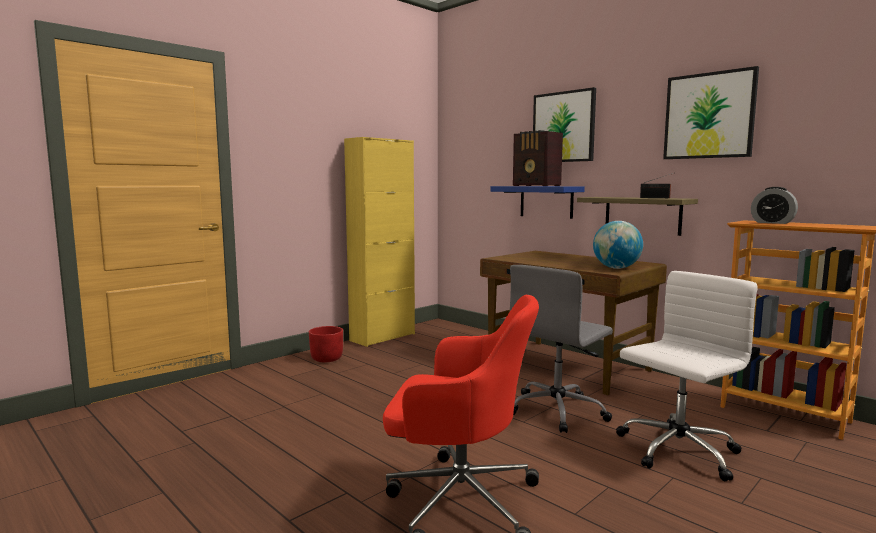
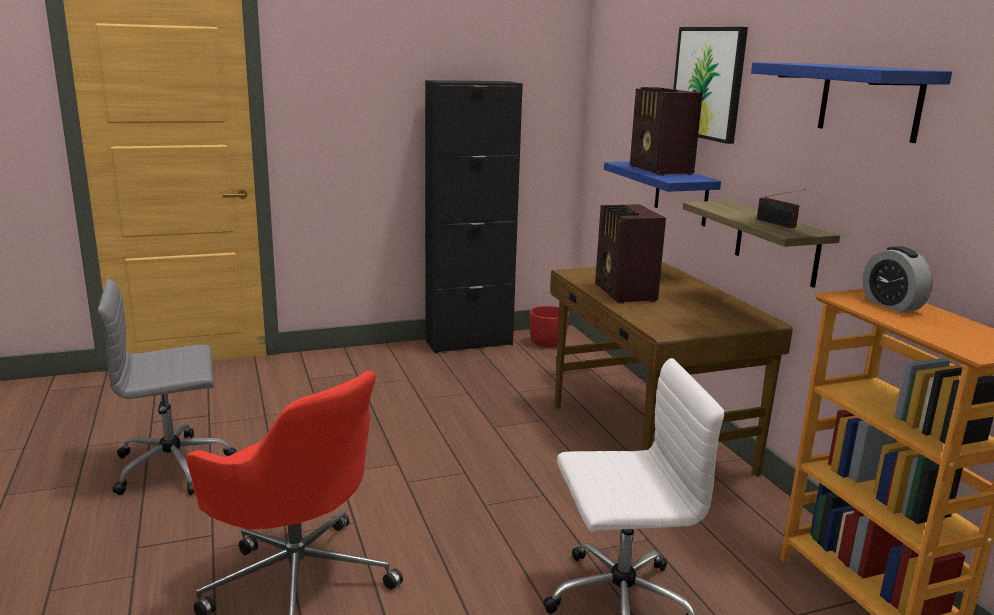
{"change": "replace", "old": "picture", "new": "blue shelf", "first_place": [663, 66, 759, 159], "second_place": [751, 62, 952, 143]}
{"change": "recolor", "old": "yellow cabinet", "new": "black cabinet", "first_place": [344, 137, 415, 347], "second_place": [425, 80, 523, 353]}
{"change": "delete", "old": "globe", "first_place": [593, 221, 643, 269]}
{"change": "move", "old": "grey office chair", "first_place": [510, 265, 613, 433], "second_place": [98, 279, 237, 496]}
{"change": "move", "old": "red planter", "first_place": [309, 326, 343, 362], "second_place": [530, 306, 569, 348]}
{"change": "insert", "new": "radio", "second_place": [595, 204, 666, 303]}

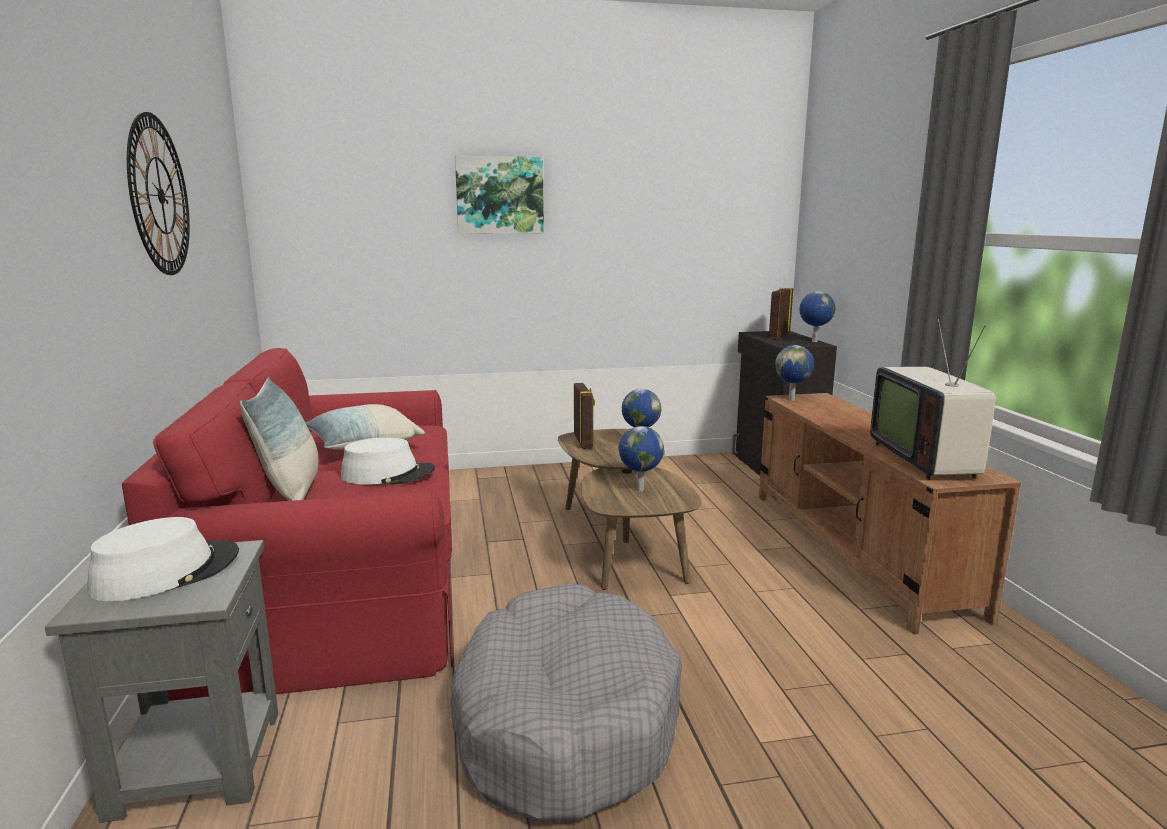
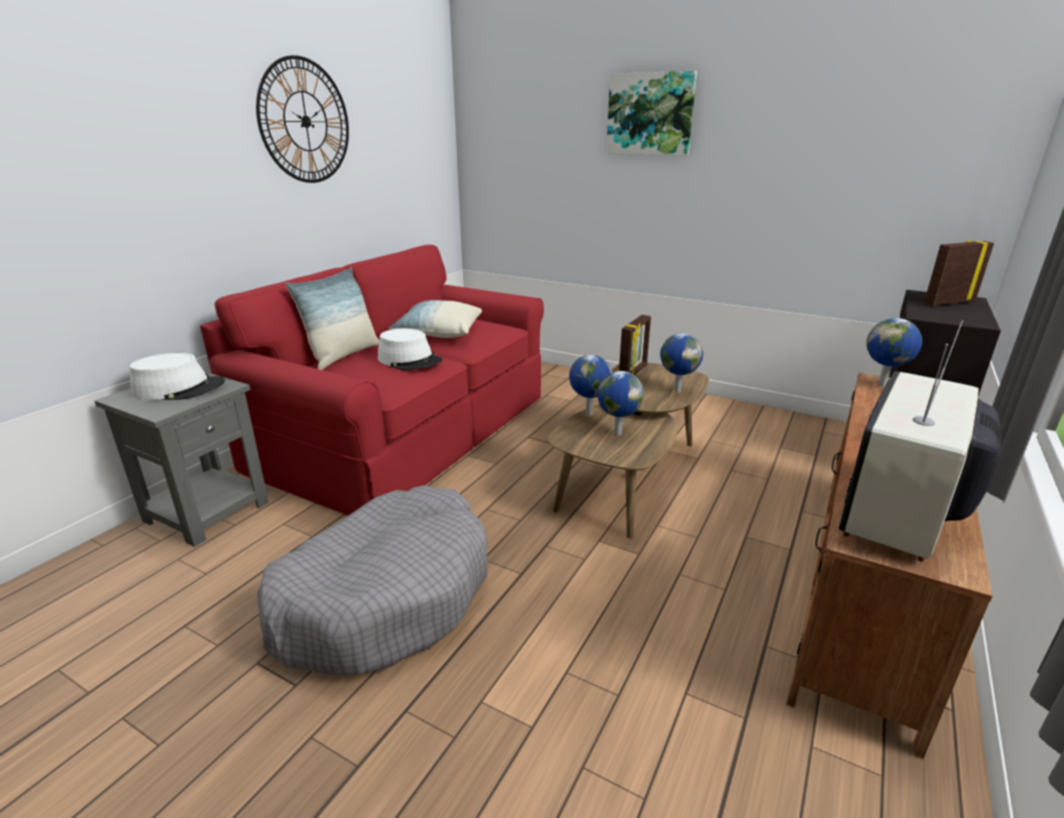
{"change": "move", "old": "globe", "first_place": [799, 291, 835, 342], "second_place": [569, 355, 612, 416]}

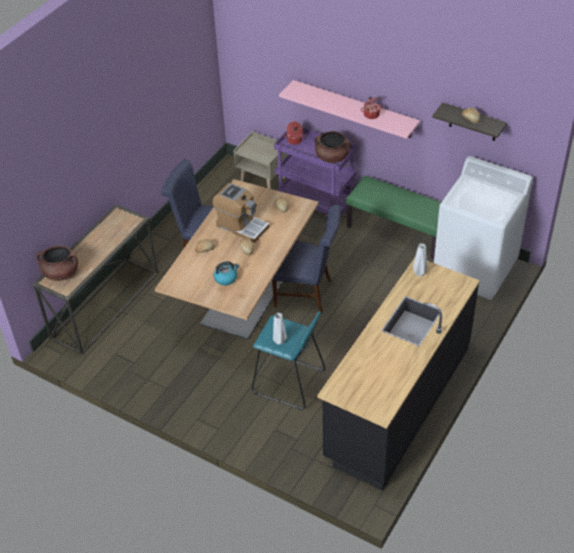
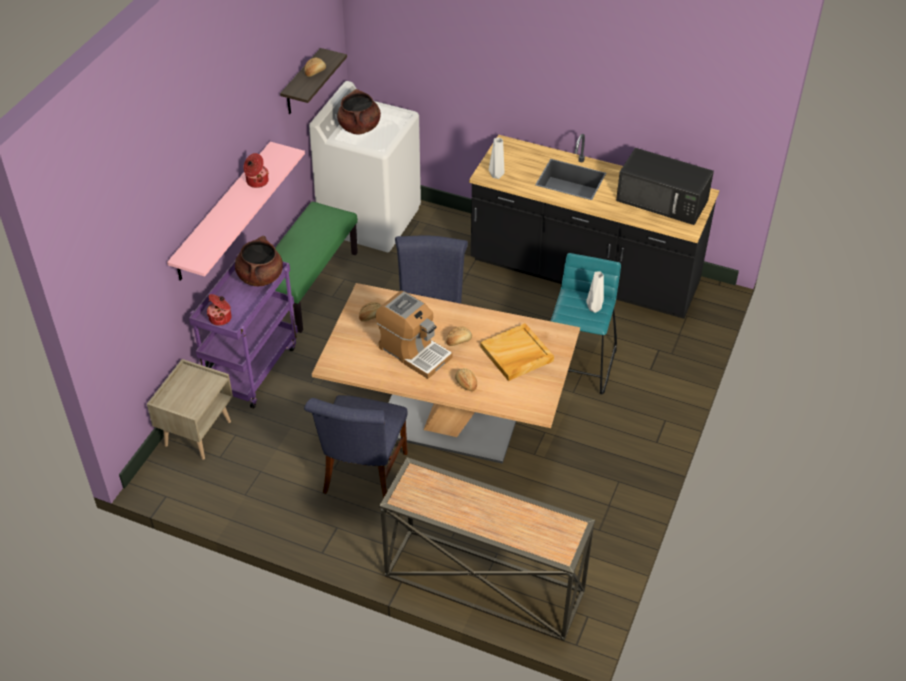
{"change": "rotate", "old": "coffee machine", "first_place": [213, 183, 270, 243], "second_place": [375, 291, 453, 379], "degrees": 105}
{"change": "move", "old": "brown cooking pot", "first_place": [36, 245, 78, 281], "second_place": [337, 89, 381, 134]}
{"change": "replace", "old": "kettle", "new": "beige tray", "first_place": [214, 261, 239, 285], "second_place": [480, 323, 554, 381]}
{"change": "insert", "new": "black microwave", "second_place": [616, 148, 714, 225]}

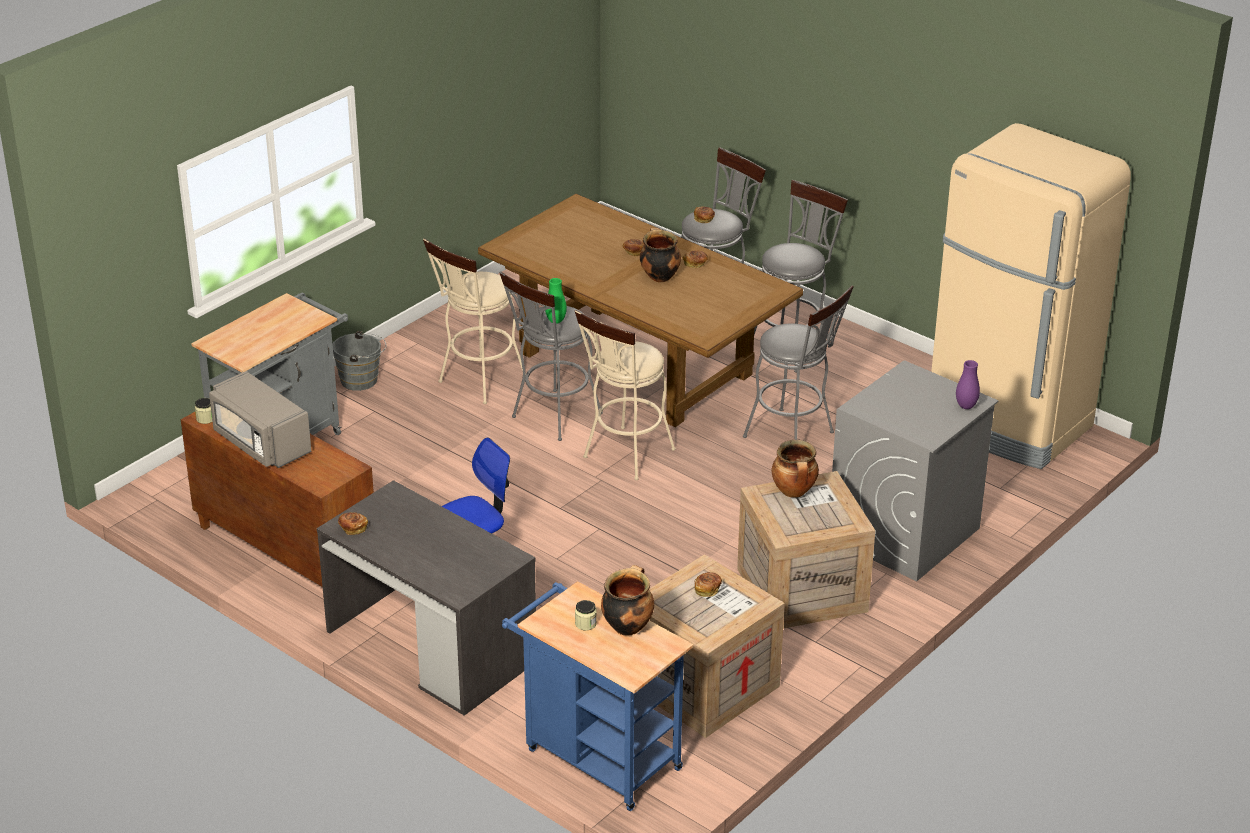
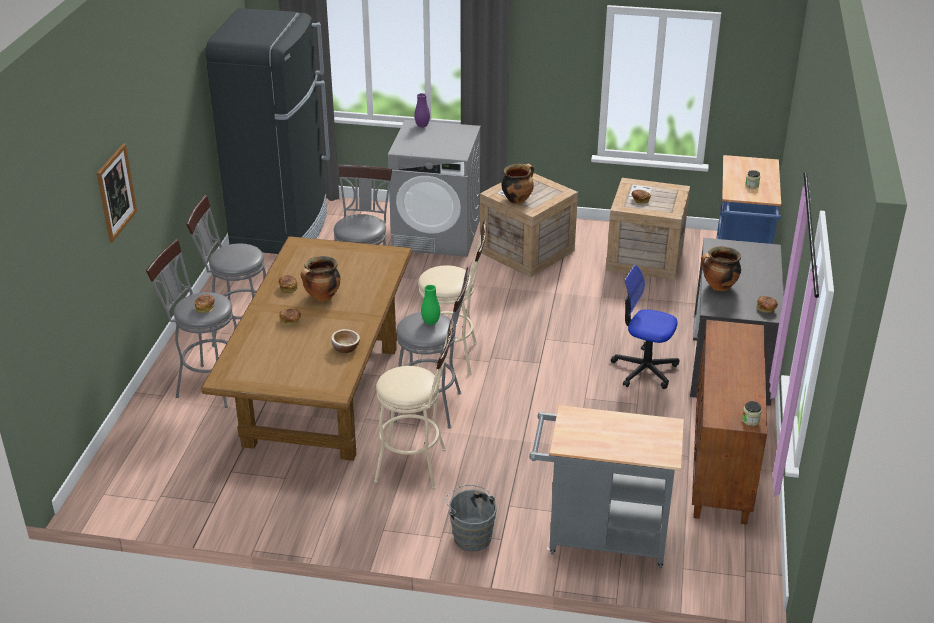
{"change": "recolor", "old": "beige fridge", "new": "black fridge", "first_place": [931, 123, 1131, 469], "second_place": [206, 8, 330, 254]}
{"change": "delete", "old": "grey microwave", "first_place": [209, 371, 312, 468]}
{"change": "move", "old": "cooking pot", "first_place": [601, 565, 654, 636], "second_place": [701, 246, 741, 291]}
{"change": "insert", "new": "picture", "second_place": [97, 143, 137, 243]}
{"change": "insert", "new": "bowl", "second_place": [331, 329, 360, 353]}

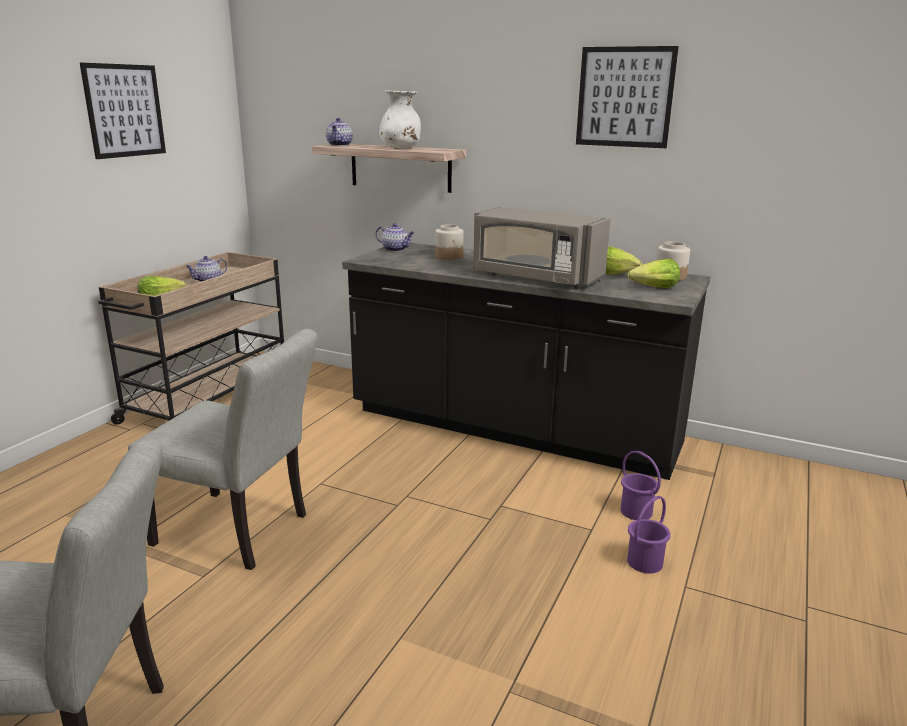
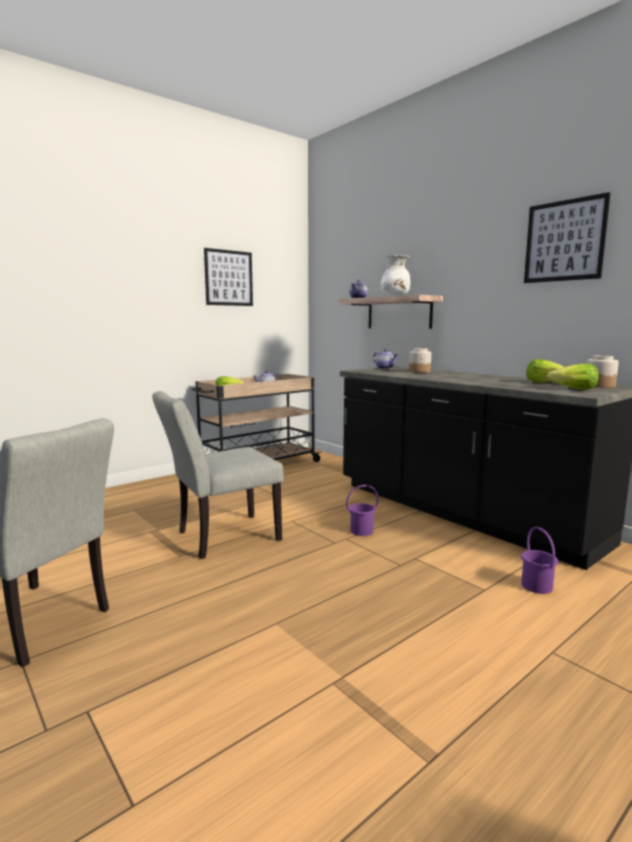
{"change": "delete", "old": "grey microwave", "first_place": [473, 207, 611, 288]}
{"change": "rotate", "old": "grey chair", "first_place": [128, 329, 317, 570], "second_place": [152, 391, 284, 559], "degrees": 105}
{"change": "move", "old": "purple bucket", "first_place": [627, 496, 671, 574], "second_place": [346, 485, 379, 536]}

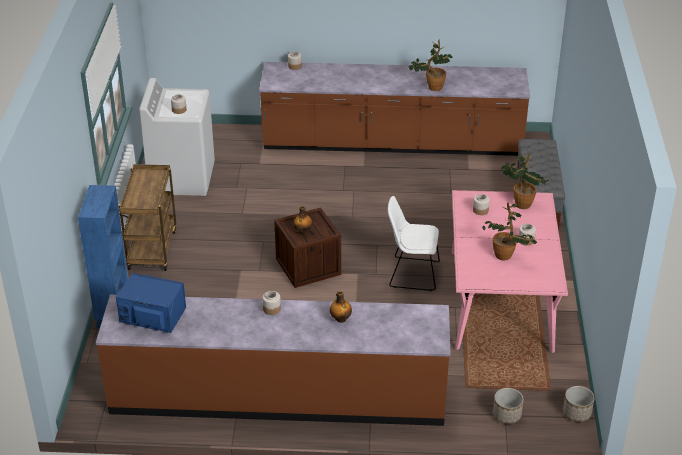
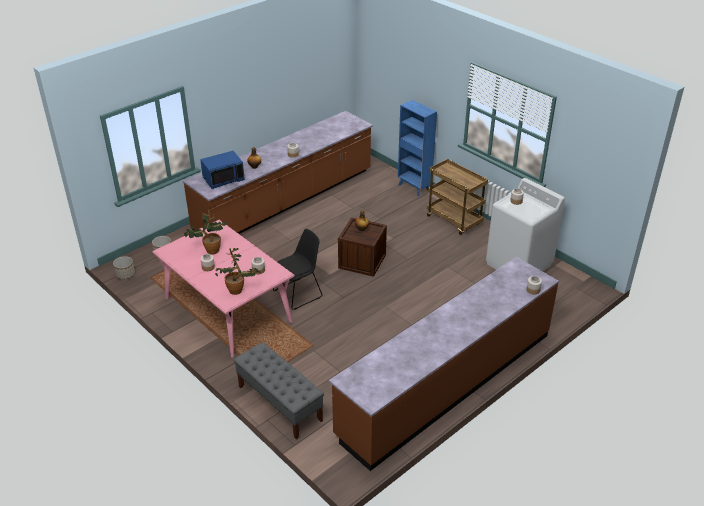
{"change": "delete", "old": "potted plant", "first_place": [408, 39, 453, 91]}
{"change": "recolor", "old": "white chair", "new": "black chair", "first_place": [388, 196, 440, 291], "second_place": [273, 229, 322, 310]}
{"change": "move", "old": "blue microwave", "first_place": [116, 273, 186, 333], "second_place": [200, 151, 245, 189]}

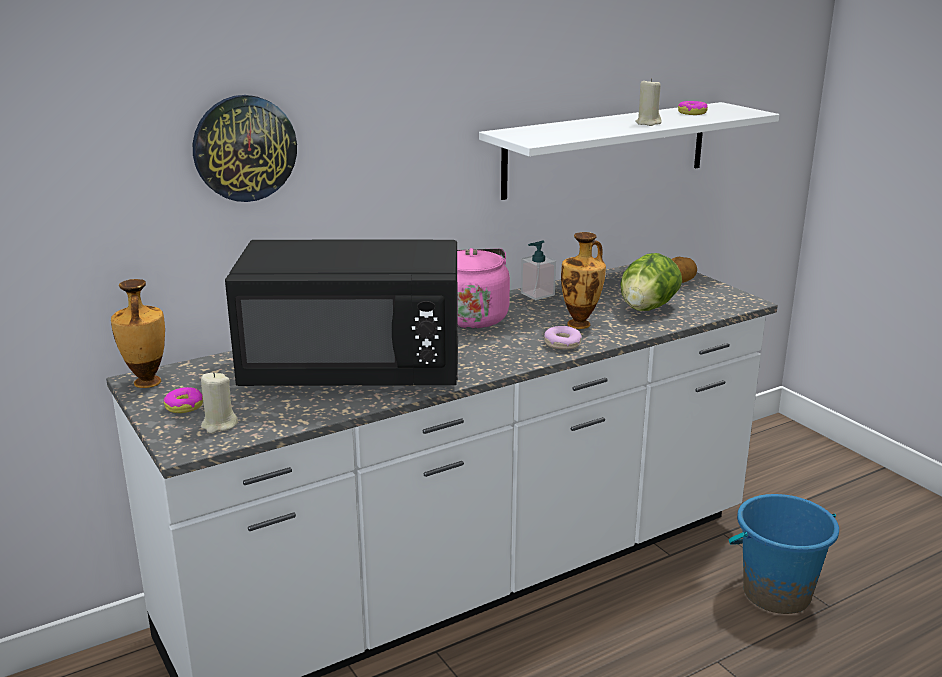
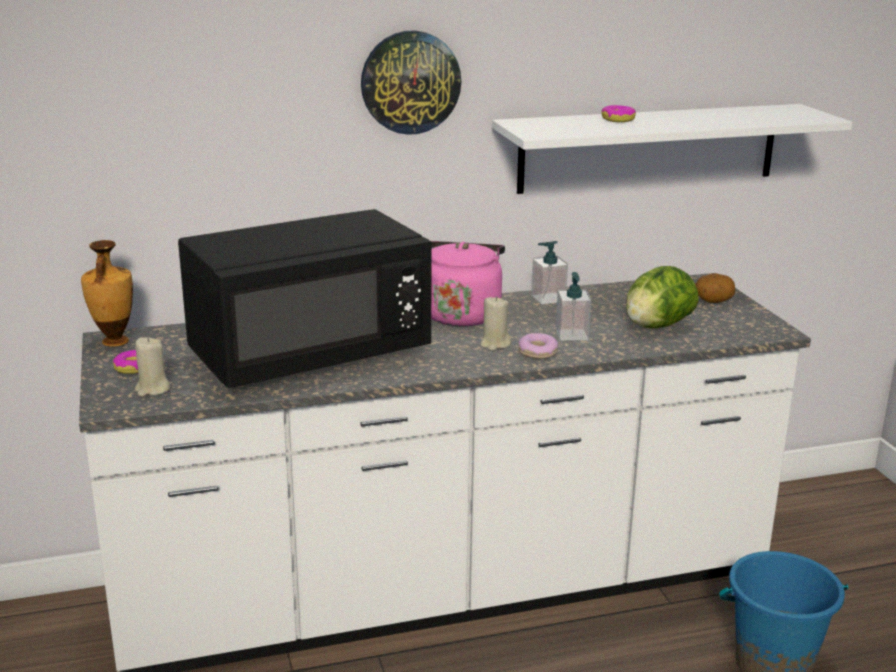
{"change": "move", "old": "beige candle", "first_place": [635, 78, 662, 126], "second_place": [480, 296, 511, 351]}
{"change": "move", "old": "wall clock", "first_place": [193, 95, 297, 202], "second_place": [361, 31, 461, 135]}
{"change": "move", "old": "donut", "first_place": [678, 101, 708, 115], "second_place": [602, 105, 636, 122]}
{"change": "replace", "old": "vase", "new": "soap dispenser", "first_place": [561, 232, 606, 329], "second_place": [556, 272, 591, 340]}
{"change": "rotate", "old": "black microwave", "first_place": [225, 239, 458, 386], "second_place": [178, 209, 432, 388], "degrees": -45}

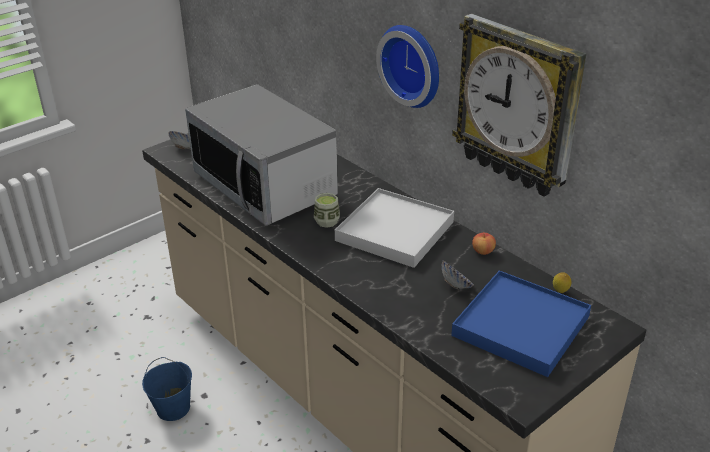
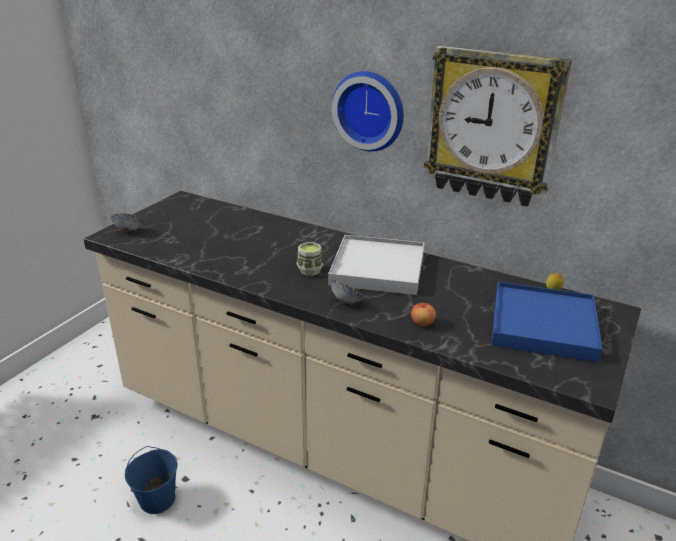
{"change": "delete", "old": "microwave", "first_place": [185, 84, 338, 226]}
{"change": "move", "old": "apple", "first_place": [472, 232, 496, 255], "second_place": [411, 302, 436, 326]}
{"change": "move", "old": "bowl", "first_place": [442, 260, 474, 290], "second_place": [331, 279, 365, 305]}

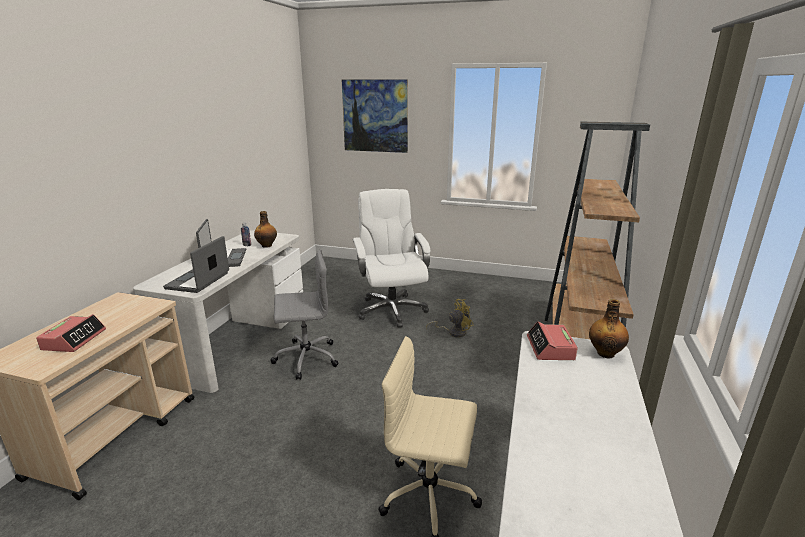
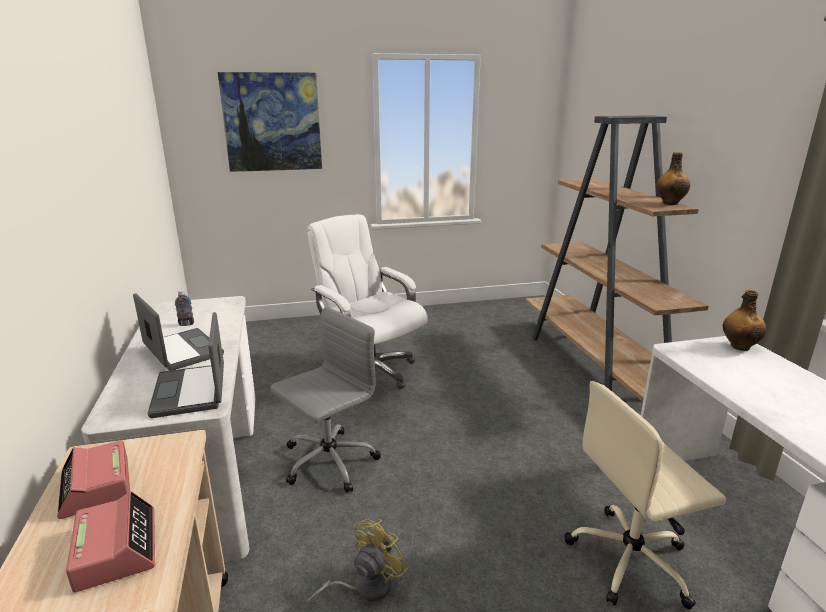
{"change": "move", "old": "bottle", "first_place": [254, 211, 277, 248], "second_place": [656, 152, 690, 205]}
{"change": "move", "old": "yellow fan", "first_place": [426, 299, 474, 337], "second_place": [307, 519, 409, 605]}
{"change": "move", "old": "alarm clock", "first_place": [527, 321, 578, 360], "second_place": [57, 440, 130, 519]}

